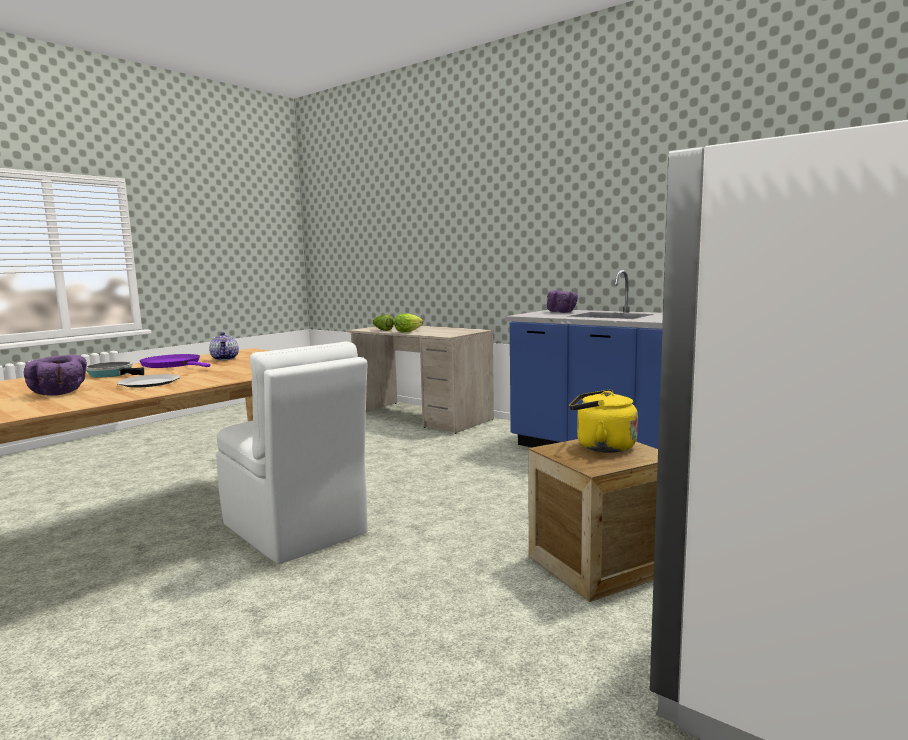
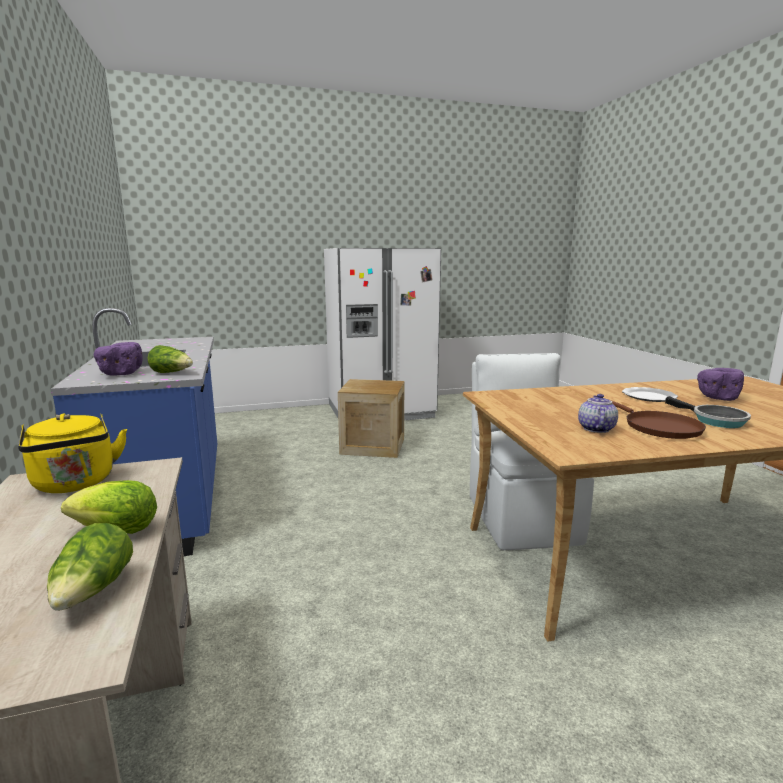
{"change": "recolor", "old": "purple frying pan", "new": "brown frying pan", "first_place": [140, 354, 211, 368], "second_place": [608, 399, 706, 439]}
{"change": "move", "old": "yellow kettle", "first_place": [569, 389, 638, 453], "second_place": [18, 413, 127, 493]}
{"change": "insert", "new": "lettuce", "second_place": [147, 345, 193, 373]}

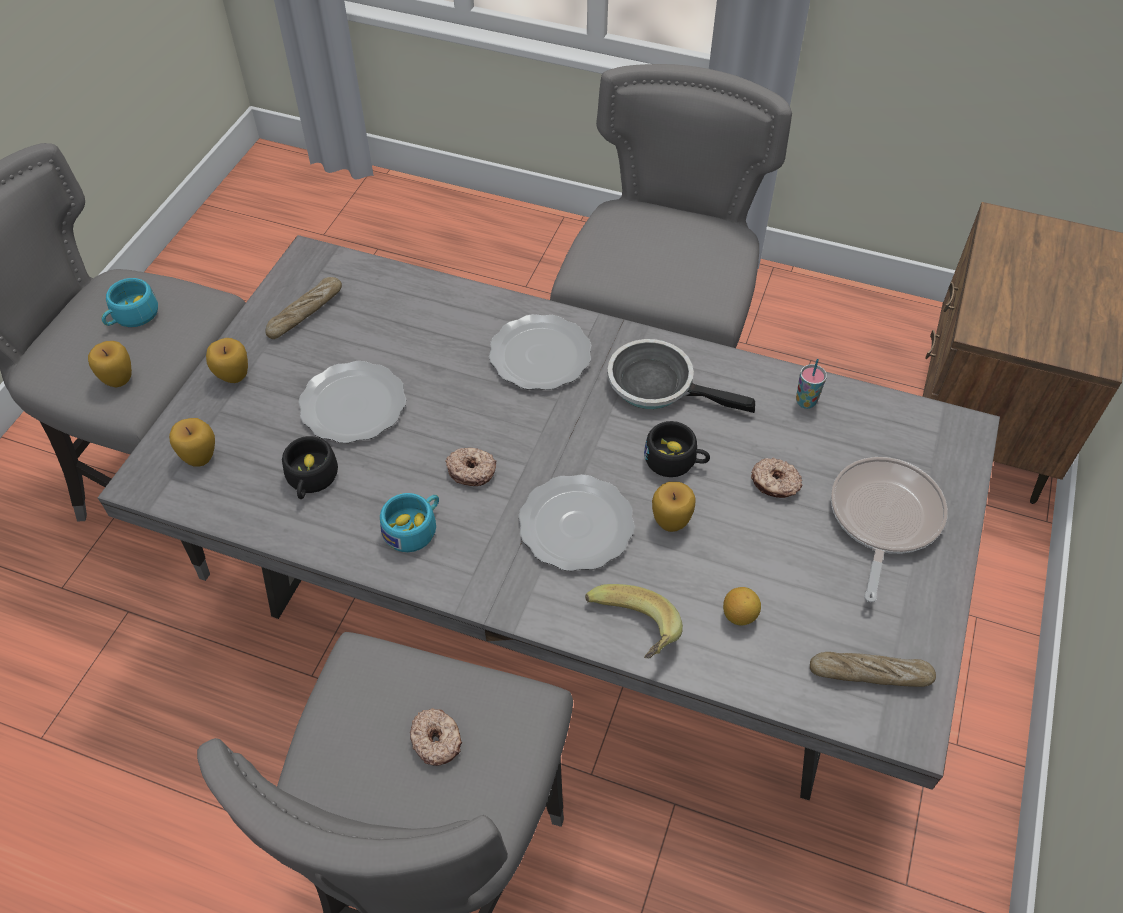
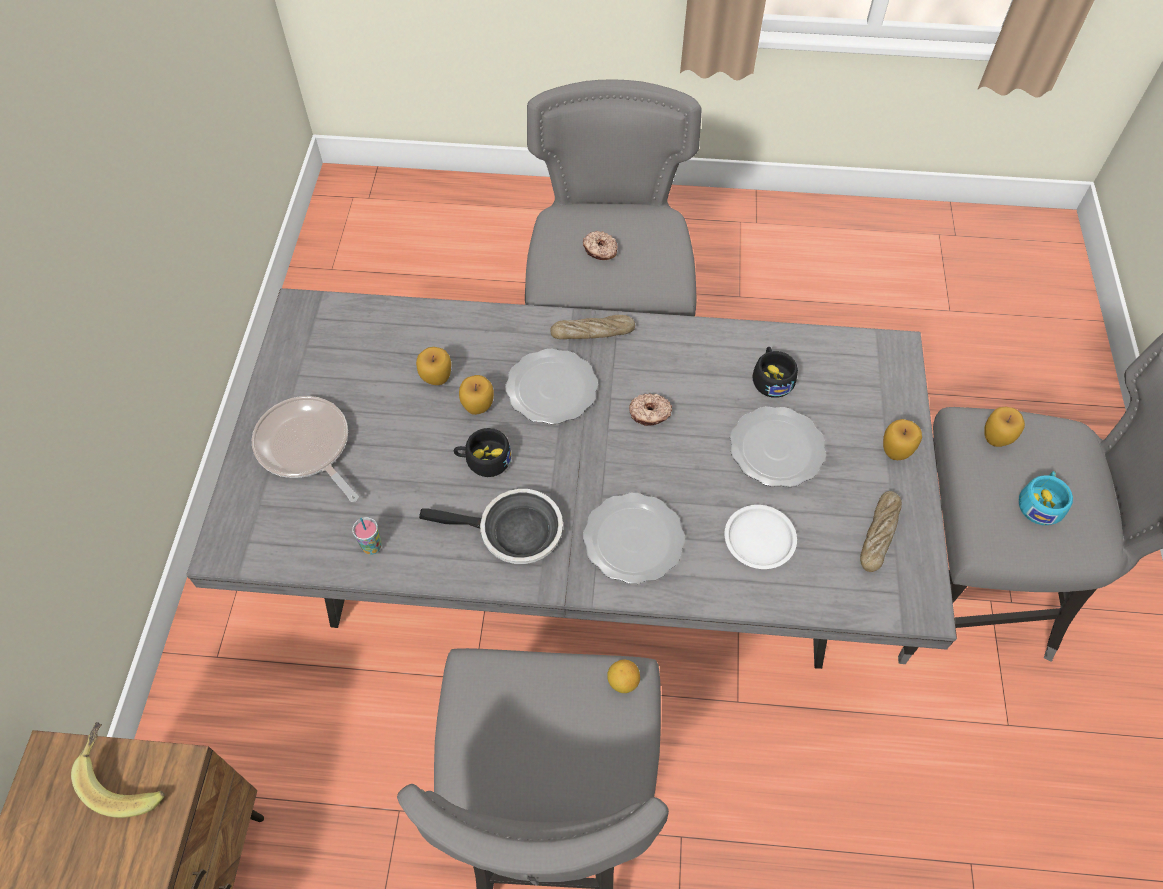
{"change": "move", "old": "apple", "first_place": [169, 418, 215, 467], "second_place": [416, 347, 451, 385]}
{"change": "delete", "old": "donut", "first_place": [751, 457, 803, 498]}
{"change": "rotate", "old": "frying pan", "first_place": [831, 457, 948, 602], "second_place": [252, 396, 359, 502], "degrees": 135}
{"change": "delete", "old": "turquoise cup", "first_place": [380, 493, 439, 552]}
{"change": "move", "old": "banana", "first_place": [585, 584, 683, 659], "second_place": [71, 722, 165, 818]}
{"change": "move", "old": "lemon", "first_place": [723, 587, 761, 625], "second_place": [607, 659, 640, 693]}
{"change": "move", "old": "bread", "first_place": [810, 652, 936, 687], "second_place": [550, 315, 635, 339]}
{"change": "insert", "new": "white plate", "second_place": [724, 505, 797, 569]}

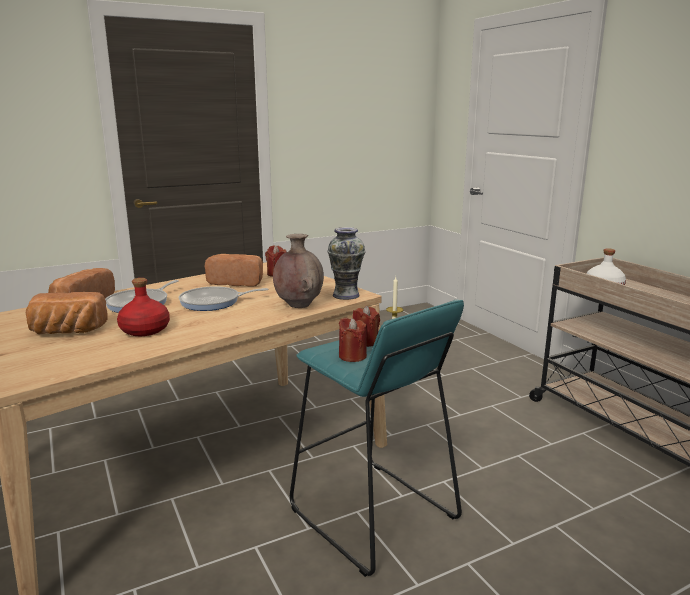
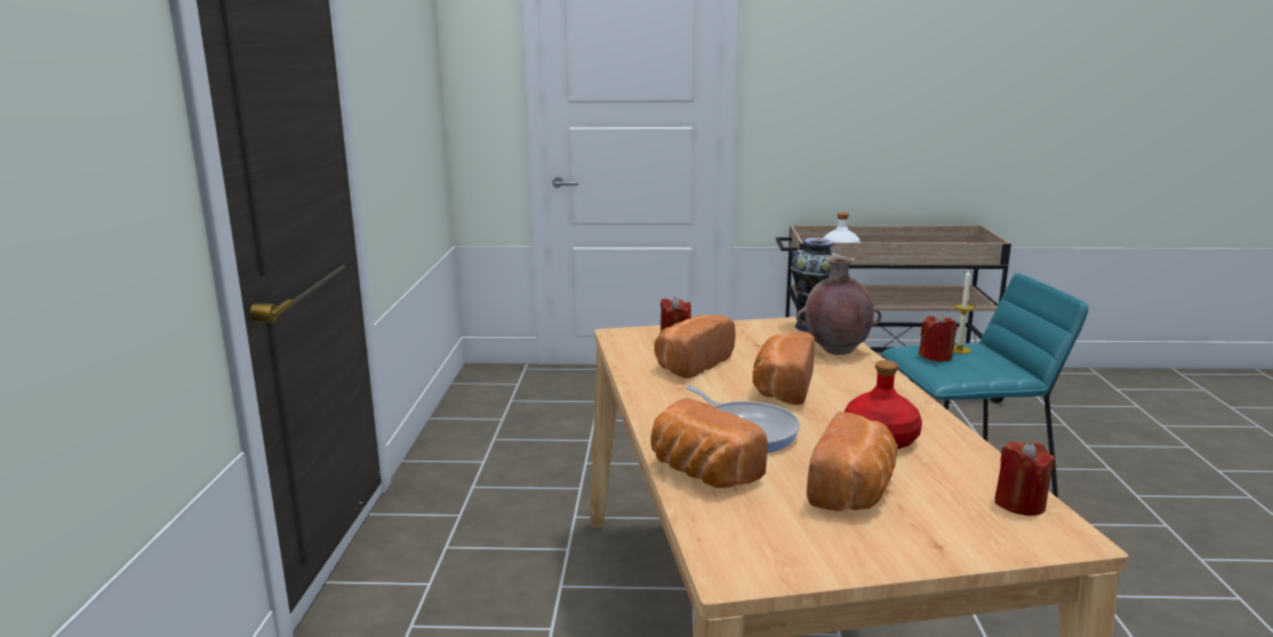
{"change": "replace", "old": "frying pan", "new": "bread", "first_place": [179, 286, 268, 311], "second_place": [753, 333, 815, 405]}
{"change": "move", "old": "red candle", "first_place": [339, 318, 367, 362], "second_place": [995, 441, 1055, 516]}

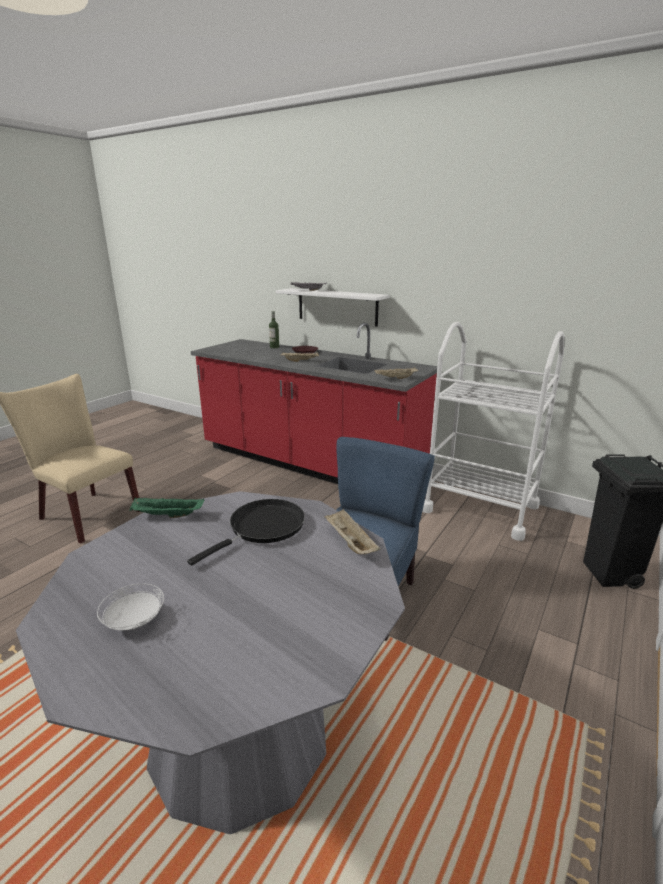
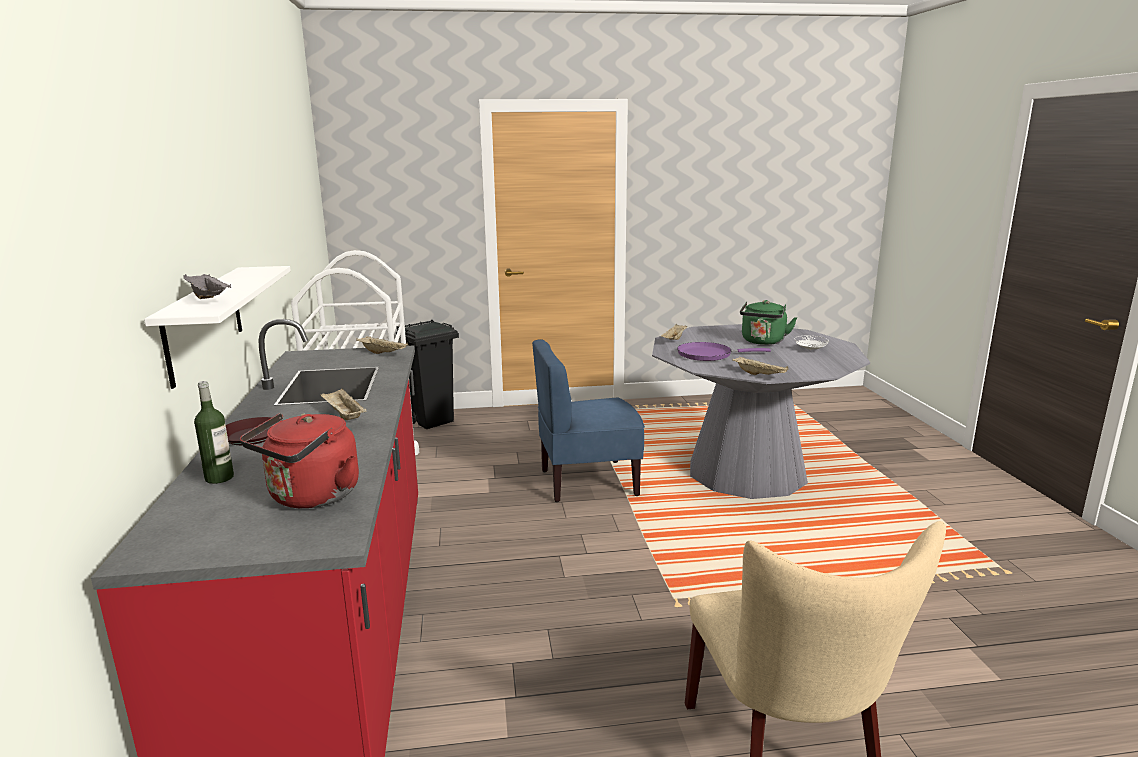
{"change": "recolor", "old": "green tray", "new": "beige tray", "first_place": [129, 498, 205, 518], "second_place": [732, 357, 789, 375]}
{"change": "recolor", "old": "black frying pan", "new": "purple frying pan", "first_place": [187, 499, 305, 566], "second_place": [677, 342, 771, 361]}
{"change": "insert", "new": "green kettle", "second_place": [740, 300, 797, 345]}
{"change": "insert", "new": "red kettle", "second_place": [240, 413, 359, 508]}

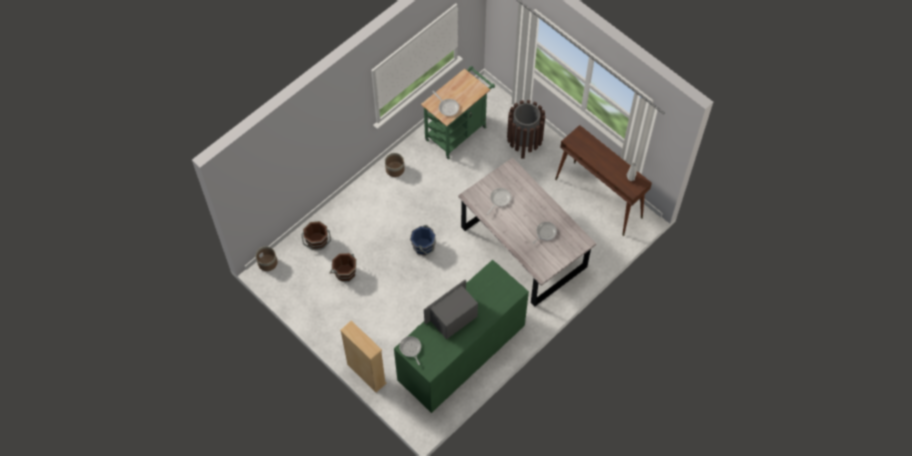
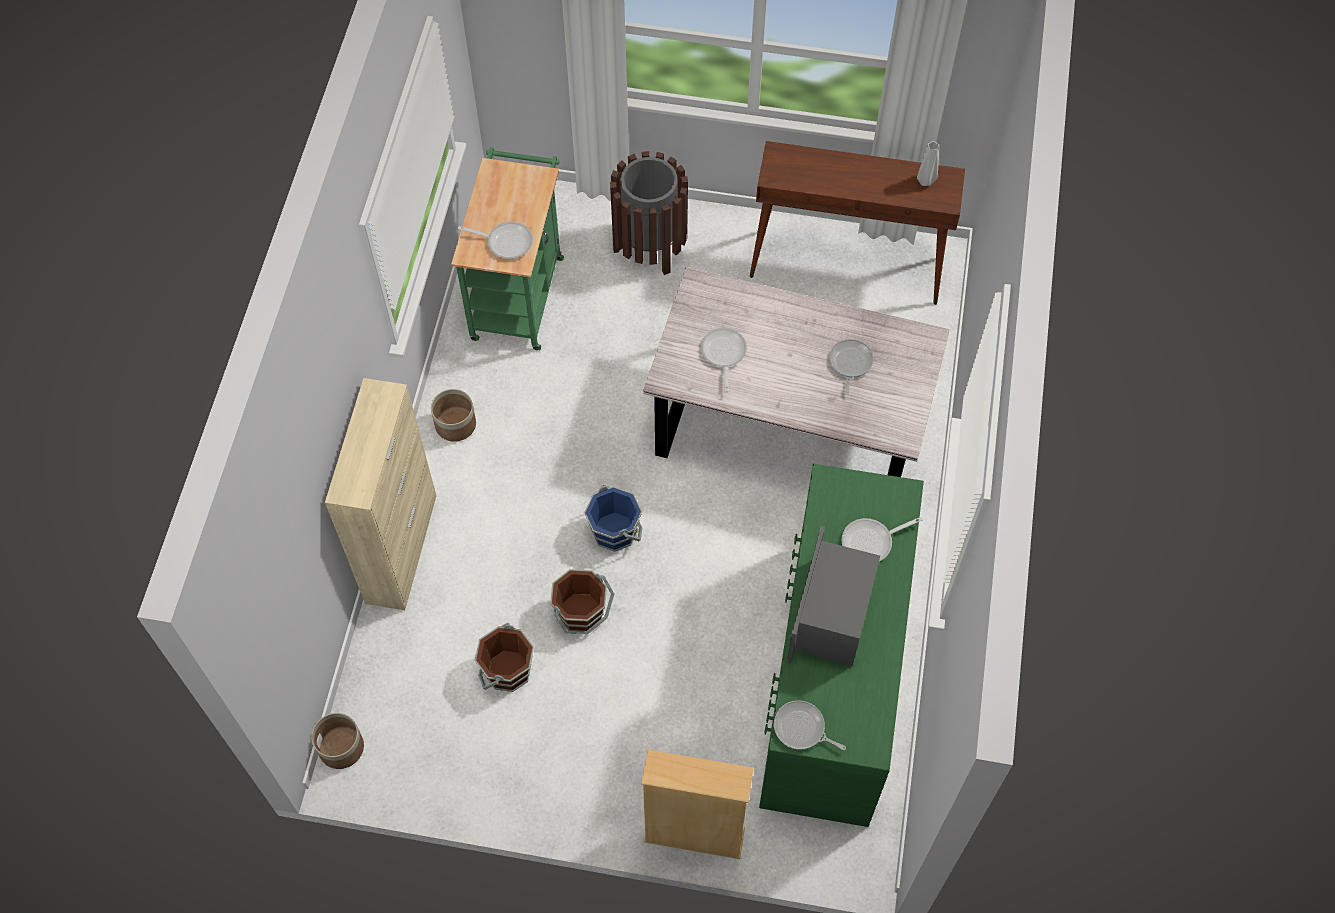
{"change": "move", "old": "brown bucket", "first_place": [301, 221, 331, 250], "second_place": [550, 569, 614, 634]}
{"change": "insert", "new": "beige cabinet", "second_place": [325, 378, 436, 610]}
{"change": "insert", "new": "frying pan", "second_place": [841, 517, 922, 562]}

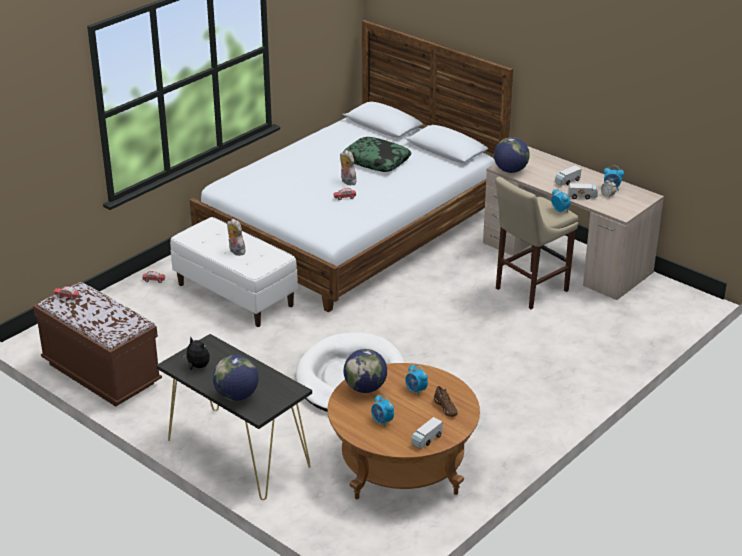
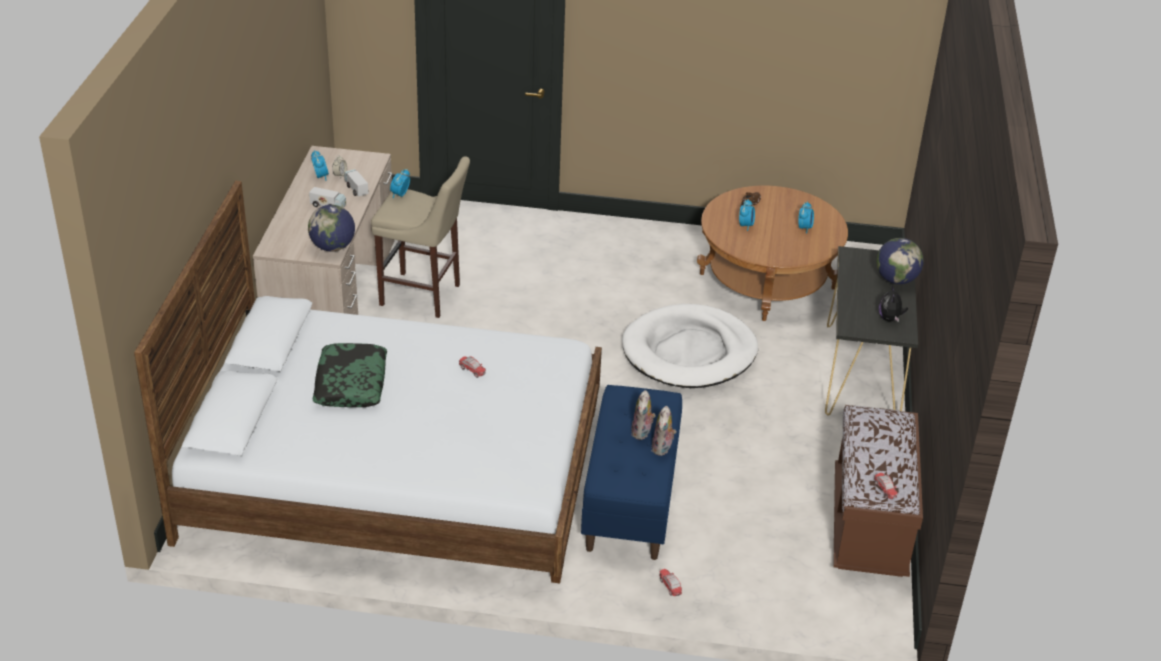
{"change": "move", "old": "plush toy", "first_place": [340, 150, 357, 185], "second_place": [652, 406, 676, 456]}
{"change": "recolor", "old": "white bench", "new": "blue bench", "first_place": [170, 217, 298, 327], "second_place": [581, 385, 682, 560]}
{"change": "delete", "old": "globe", "first_place": [344, 349, 387, 393]}
{"change": "delete", "old": "toy truck", "first_place": [411, 417, 443, 449]}

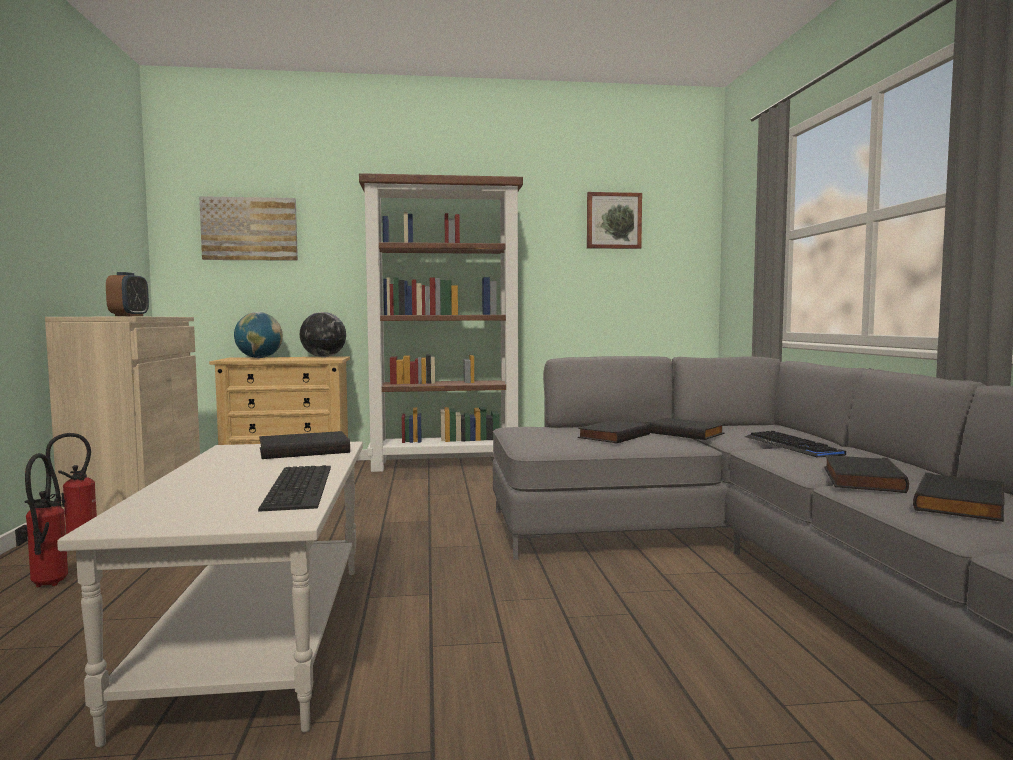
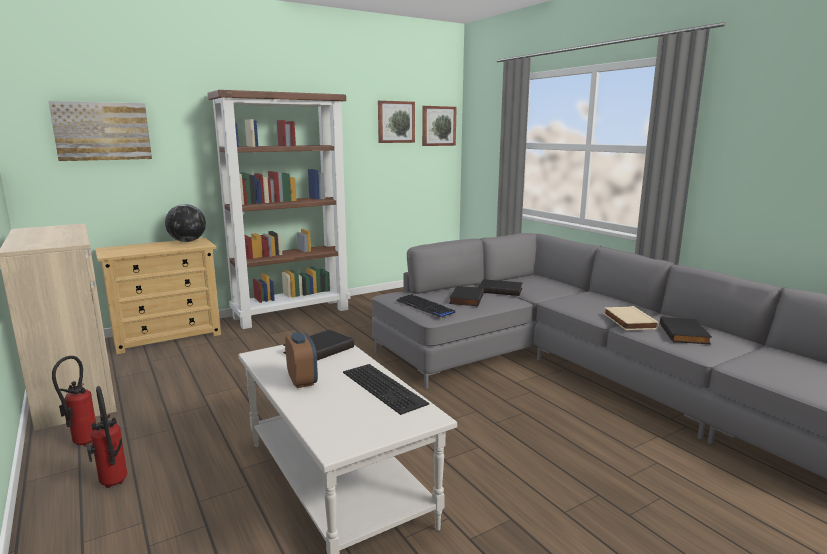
{"change": "move", "old": "alarm clock", "first_place": [106, 272, 149, 316], "second_place": [285, 332, 318, 388]}
{"change": "delete", "old": "globe", "first_place": [234, 312, 283, 358]}
{"change": "move", "old": "keyboard", "first_place": [745, 431, 846, 457], "second_place": [396, 294, 455, 317]}
{"change": "recolor", "old": "black book", "new": "beige book", "first_place": [824, 455, 909, 493], "second_place": [604, 306, 659, 330]}
{"change": "insert", "new": "picture", "second_place": [422, 106, 457, 146]}

